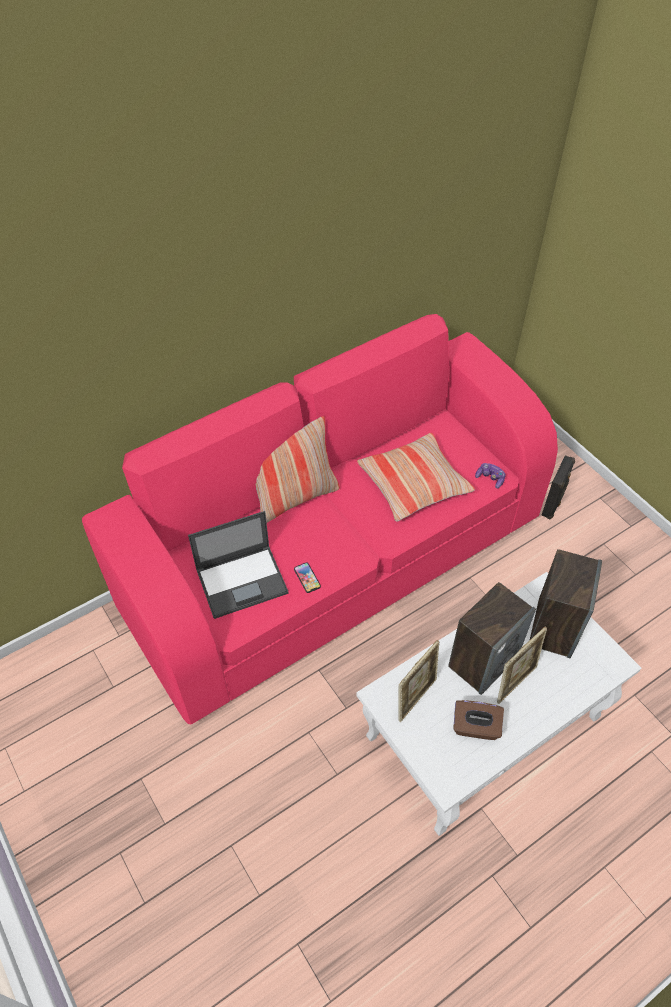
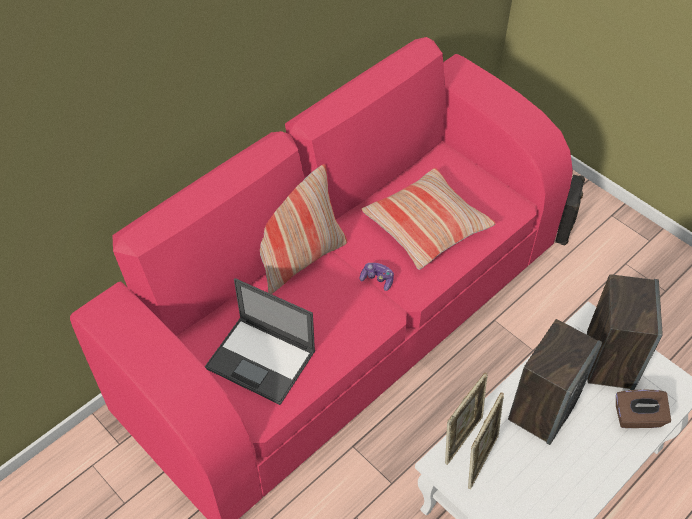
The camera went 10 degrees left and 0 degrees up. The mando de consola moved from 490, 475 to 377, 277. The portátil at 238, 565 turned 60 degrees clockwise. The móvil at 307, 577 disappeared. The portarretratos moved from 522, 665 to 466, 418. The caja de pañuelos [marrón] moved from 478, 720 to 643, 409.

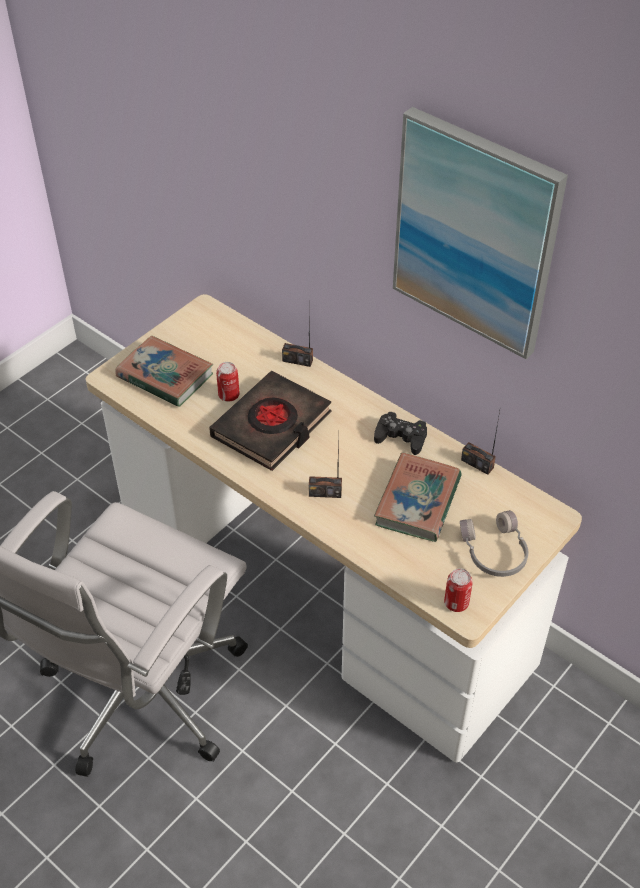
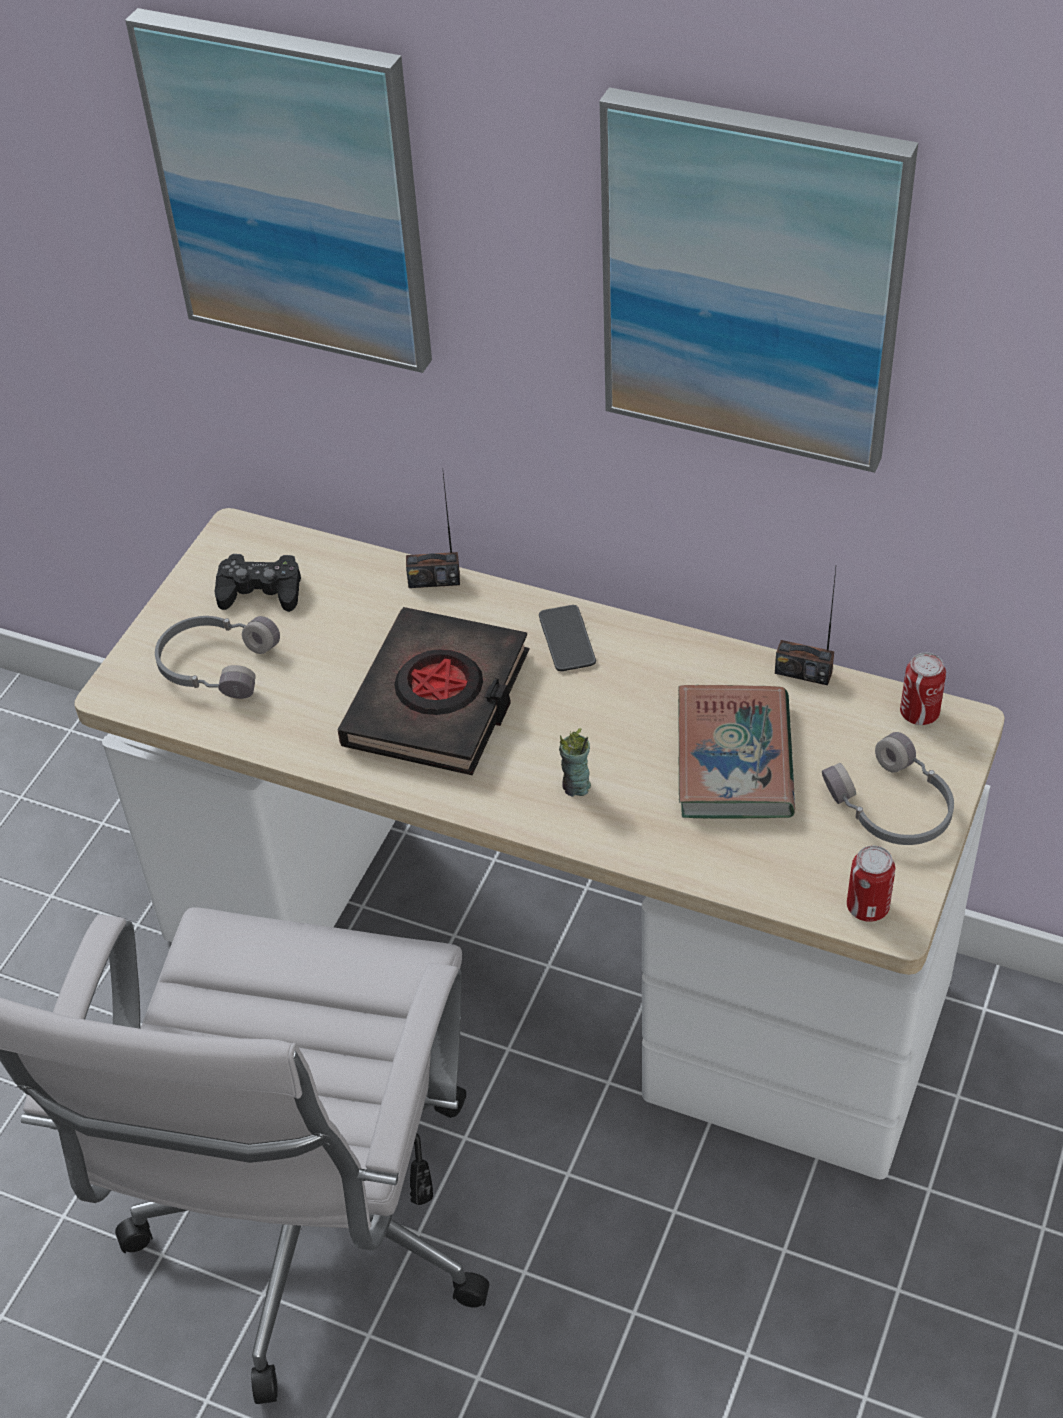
The camera went 15 degrees left and 0 degrees up. The libro at 164, 371 was replaced by the auriculares [gris] at 217, 657. The lata moved from 228, 382 to 923, 688. The mando de consola [negro] moved from 400, 433 to 257, 583. The radio at 325, 466 was replaced by the taza at 575, 762. The cuadro at 278, 190 appeared. The móvil at 567, 638 appeared.

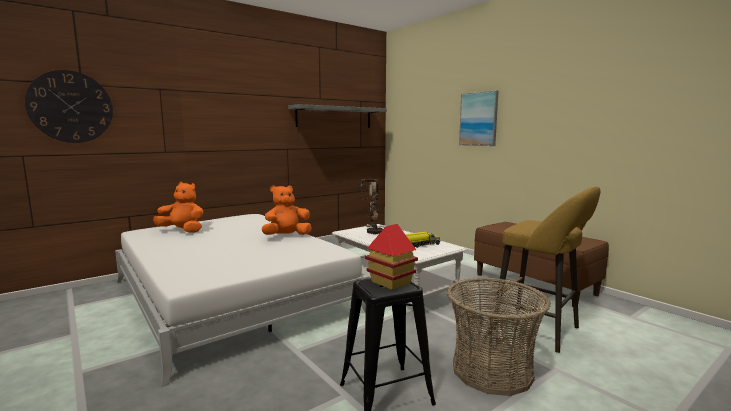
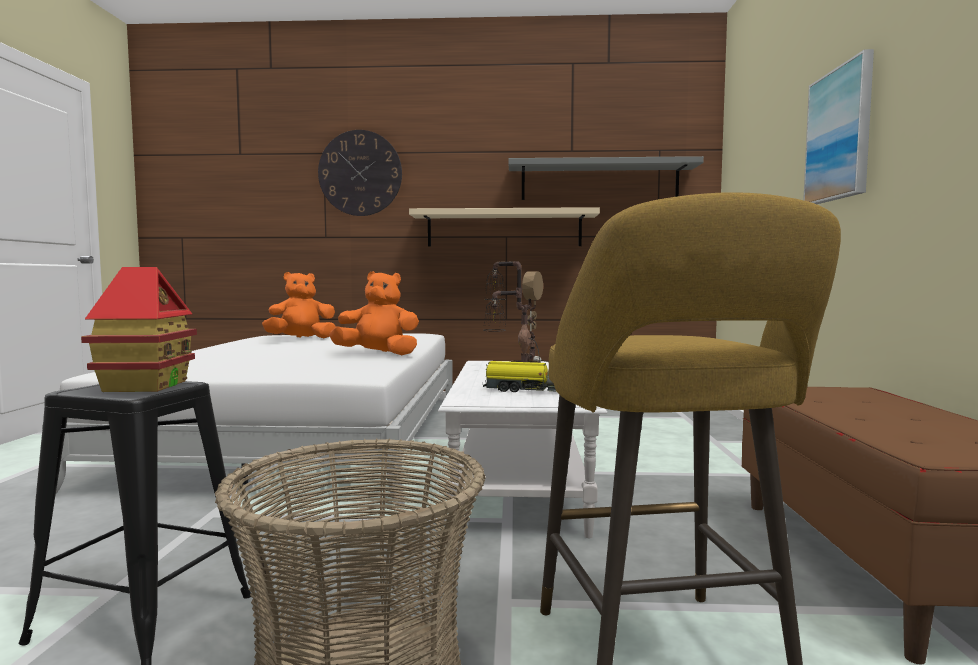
The camera went 40 degrees right and 5 degrees down. The reloj de pared moved from 69, 106 to 360, 173. The peluche [naranja] at 178, 207 turned 75 degrees counterclockwise. The estante [beis] at 504, 227 appeared.

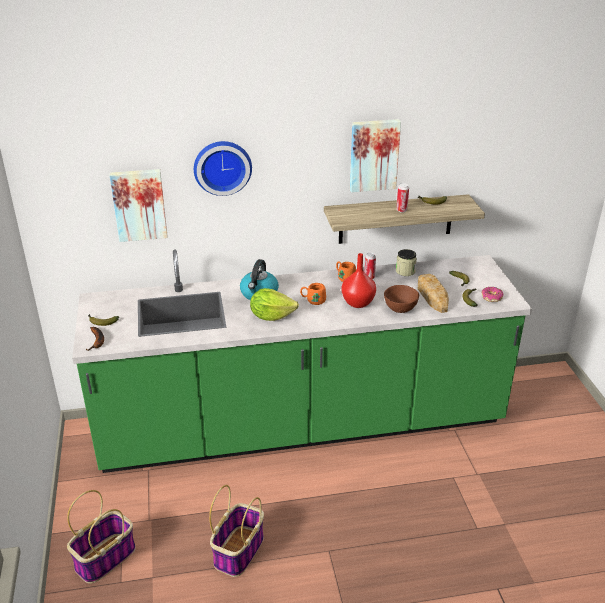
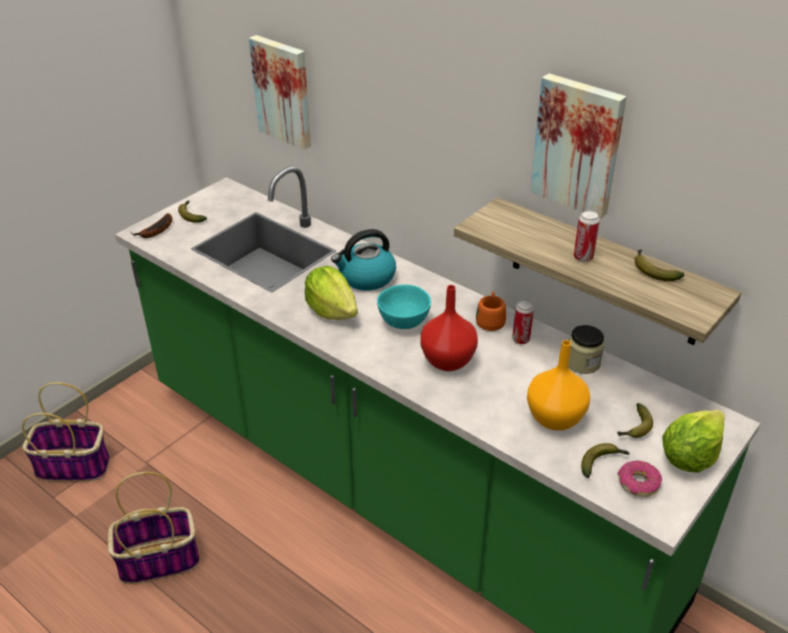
The camera went 50 degrees right and 5 degrees up. The reloj de pared at 223, 168 disappeared. The pan at 433, 293 was replaced by the florero [naranja] at 558, 385. The taza grande [naranja] at 313, 294 was replaced by the cuenco [turquesa] at 404, 306. The cuenco [marrón] at 401, 299 disappeared. The lechuga at 693, 441 appeared.

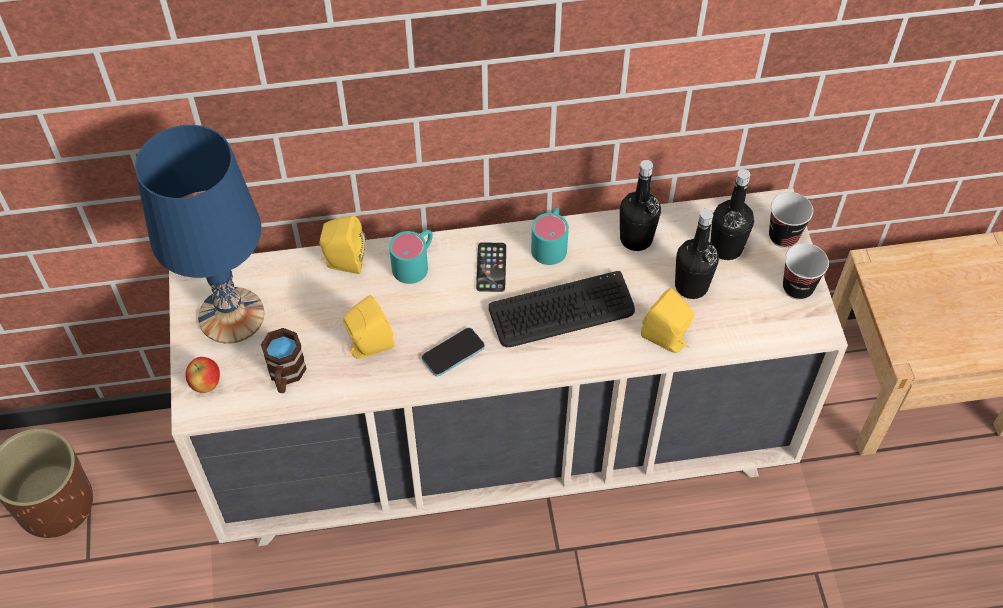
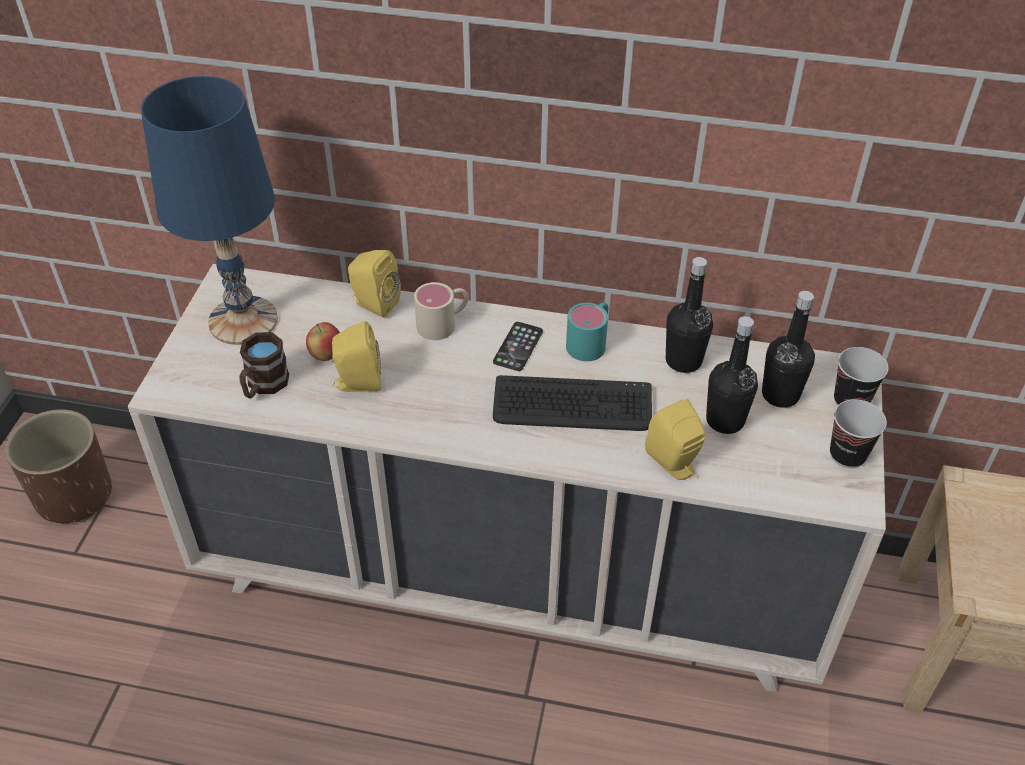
The camera went 20 degrees right and 10 degrees down. The taza grande [turquesa] at 411, 257 became the taza grande [beis] at 441, 311. The móvil at 453, 352 disappeared. The manzana moved from 202, 375 to 323, 341.

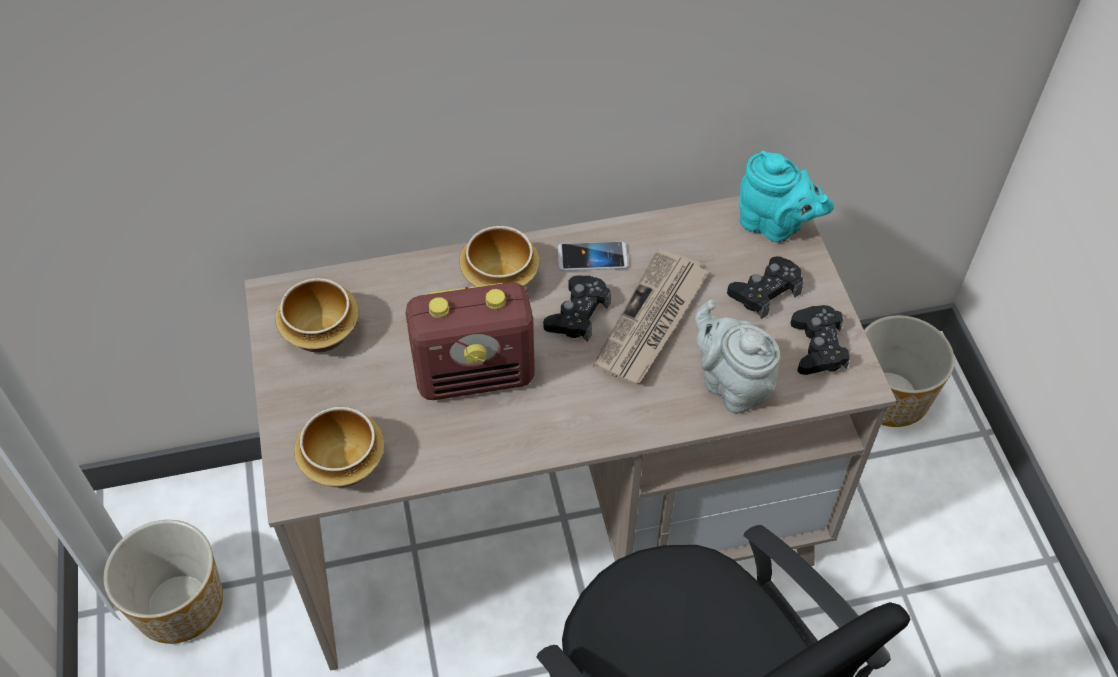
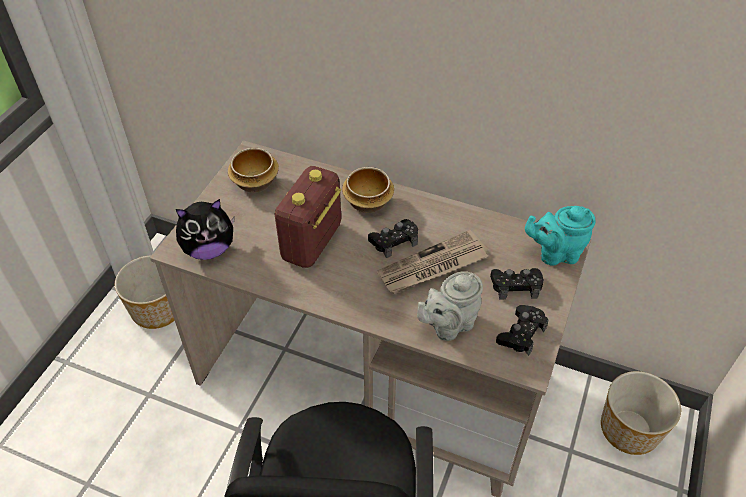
The camera went 35 degrees right and 5 degrees down. The tetera [turquesa] at 786, 197 turned 105 degrees clockwise. The móvil at 593, 256 disappeared. The radio at 470, 341 turned 90 degrees clockwise. The tetera [gris] at 738, 357 turned 120 degrees counterclockwise. The cuenco at 339, 447 was replaced by the peluche at 205, 229.

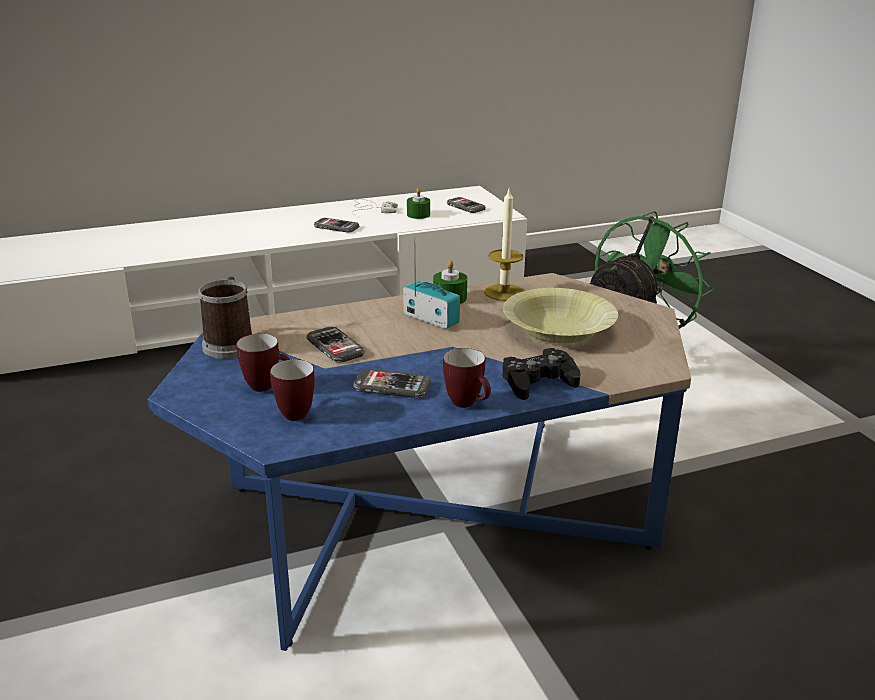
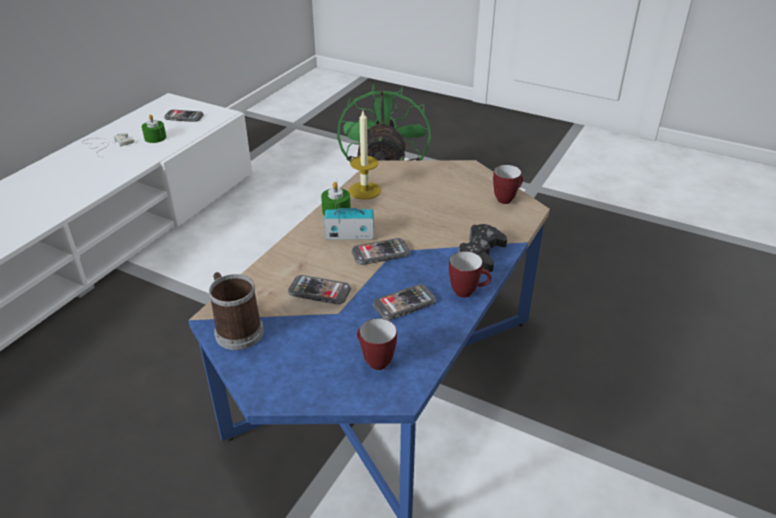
The camera went 40 degrees left and 10 degrees up. The móvil moved from 336, 225 to 381, 251. The cuenco [amarillo] at 560, 315 disappeared. The taza grande moved from 263, 363 to 508, 184.

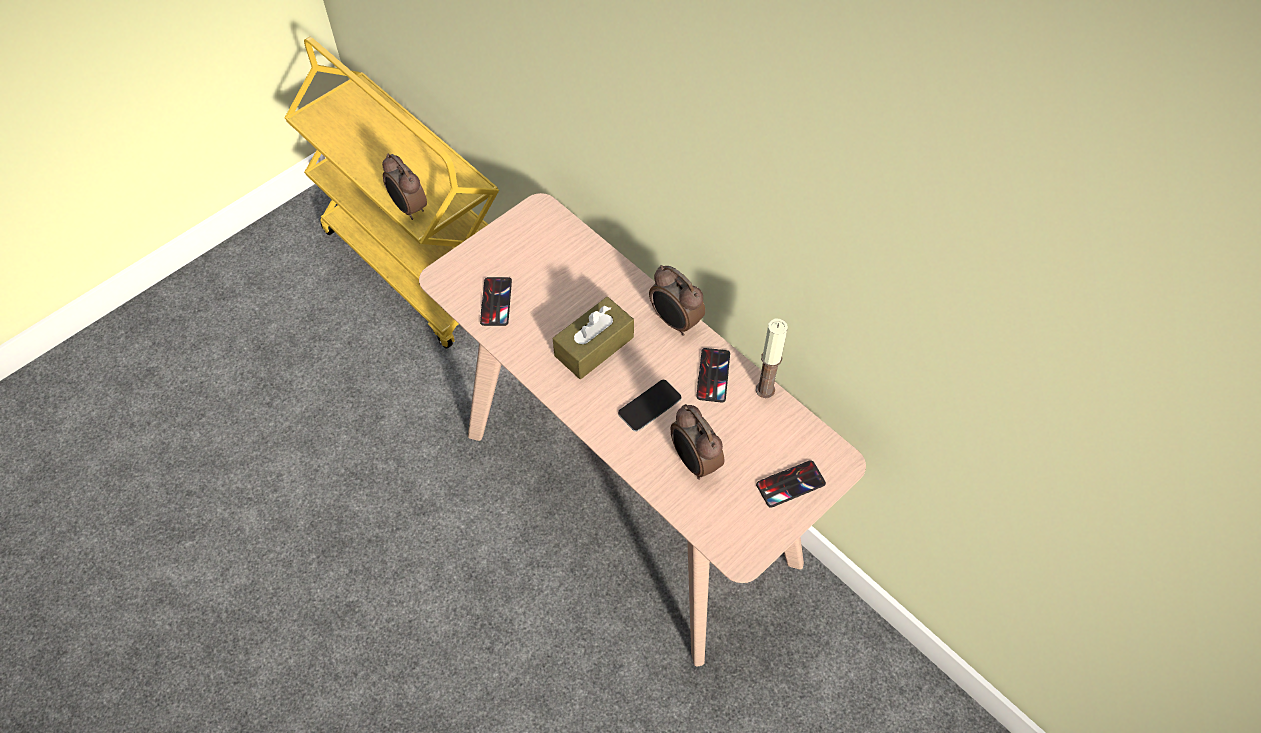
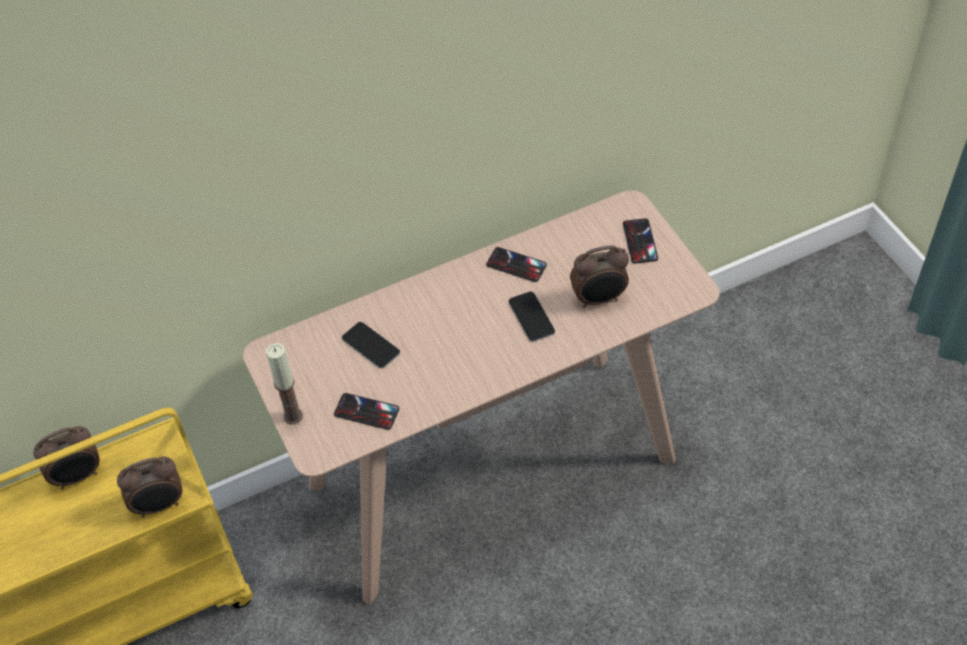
The camera went 70 degrees left and 5 degrees down. The despertador moved from 677, 300 to 66, 458. The caja de pañuelos [marrón] at 593, 338 disappeared. The vela moved from 772, 358 to 284, 383. The móvil at 371, 345 appeared.

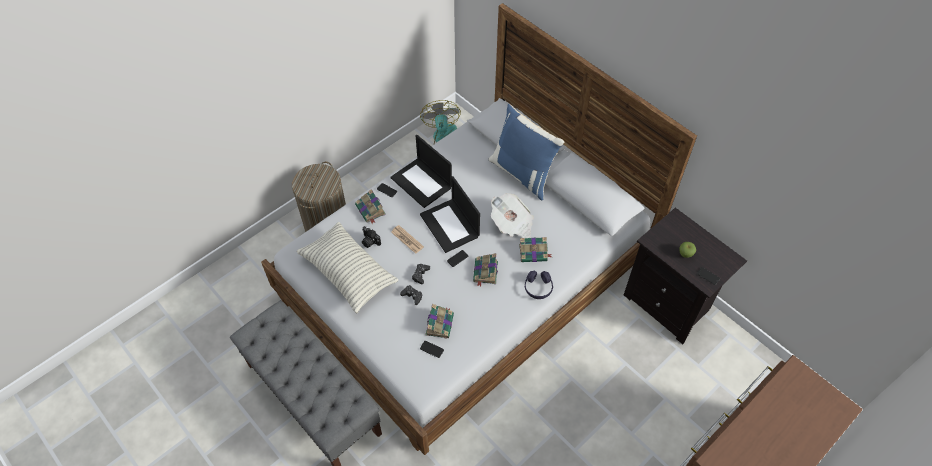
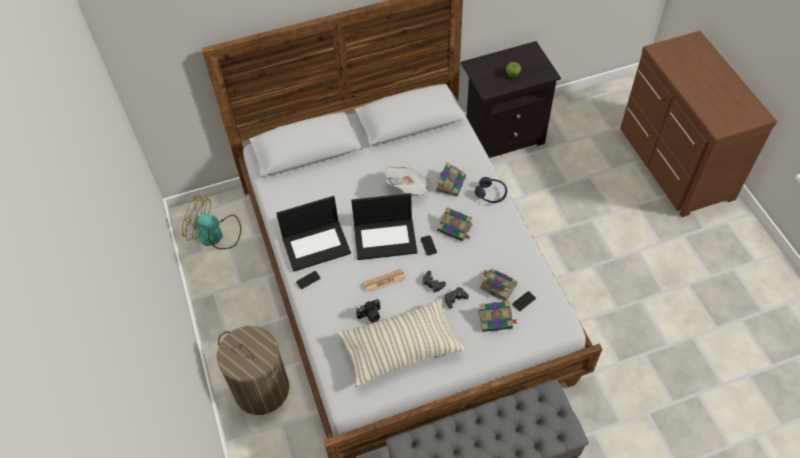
The camera went 65 degrees left and 0 degrees up. The cojín [azul] at 526, 152 disappeared. The libro moved from 370, 206 to 497, 316.

